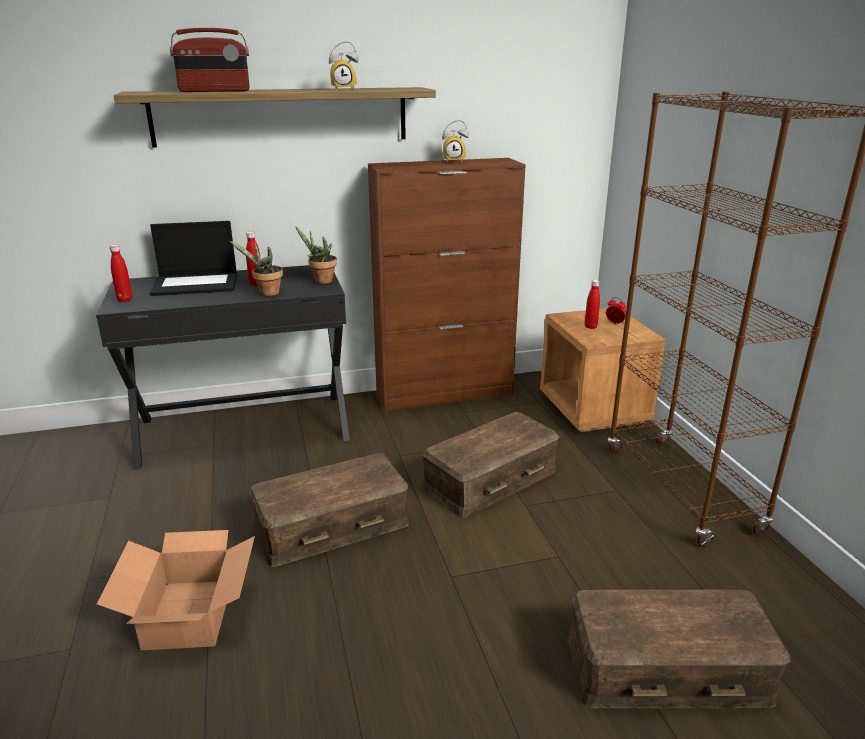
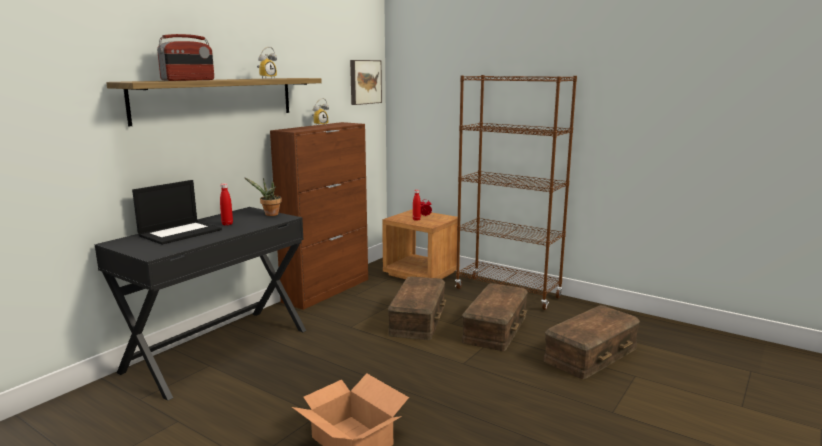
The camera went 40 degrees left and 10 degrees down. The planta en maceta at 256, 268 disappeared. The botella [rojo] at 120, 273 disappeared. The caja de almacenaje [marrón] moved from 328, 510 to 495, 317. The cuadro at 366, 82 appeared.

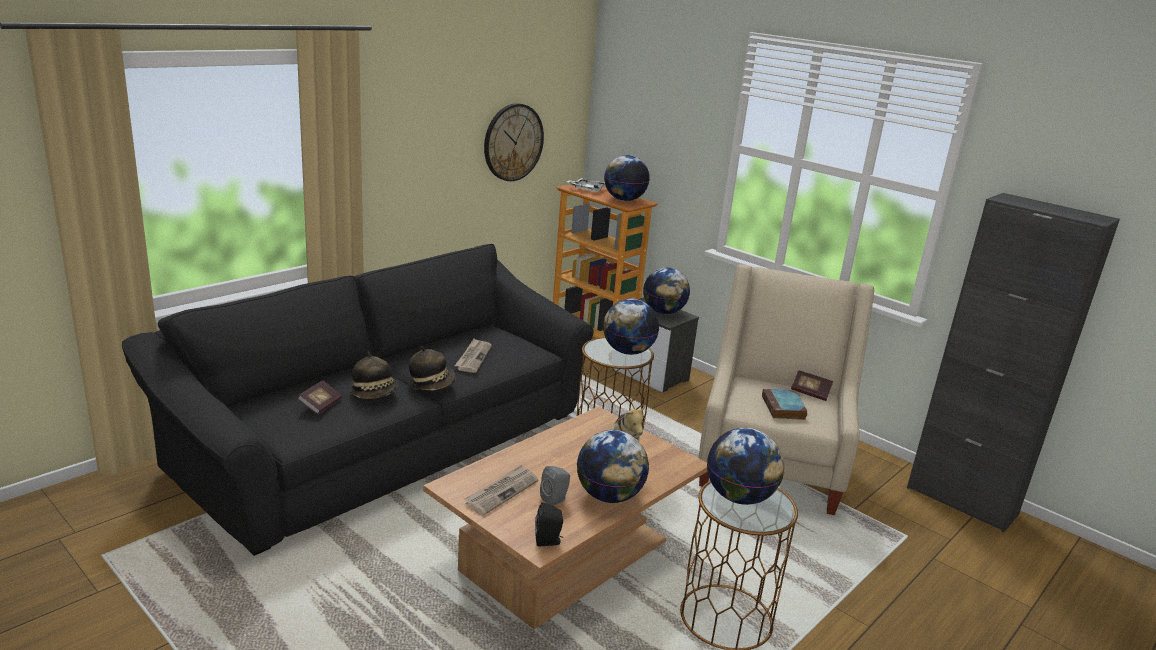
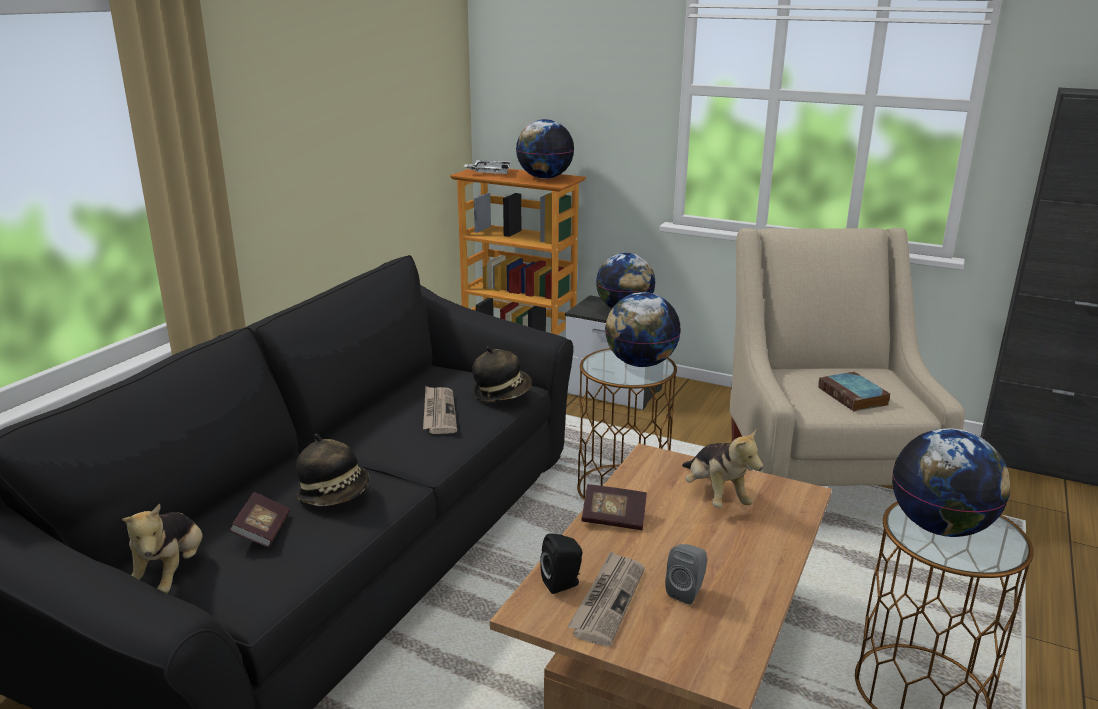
The camera went 15 degrees left and 0 degrees up. The reloj de pared at 514, 142 disappeared. The sombrero moved from 432, 368 to 502, 374. The libro moved from 812, 385 to 614, 507. The globo terráqueo at 613, 466 disappeared. The altavoz [negro] moved from 549, 524 to 561, 563. The peluche at 162, 548 appeared.

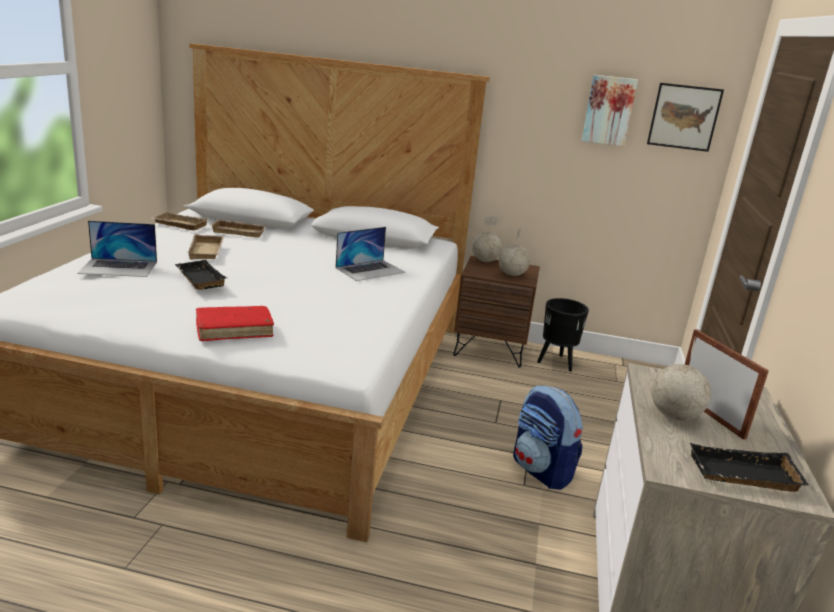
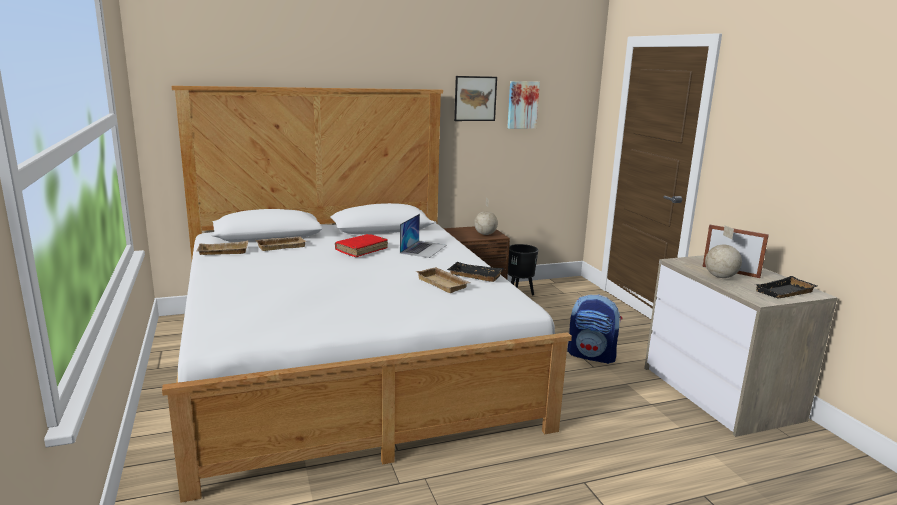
The camera went 30 degrees left and 5 degrees down. The cuadro moved from 685, 117 to 475, 98. The globo terráqueo at 487, 239 disappeared. The portátil at 117, 249 disappeared. The bandeja [beis] moved from 205, 246 to 443, 280. The bandeja [negro] moved from 201, 275 to 475, 272. The libro [rojo] moved from 235, 323 to 361, 245.

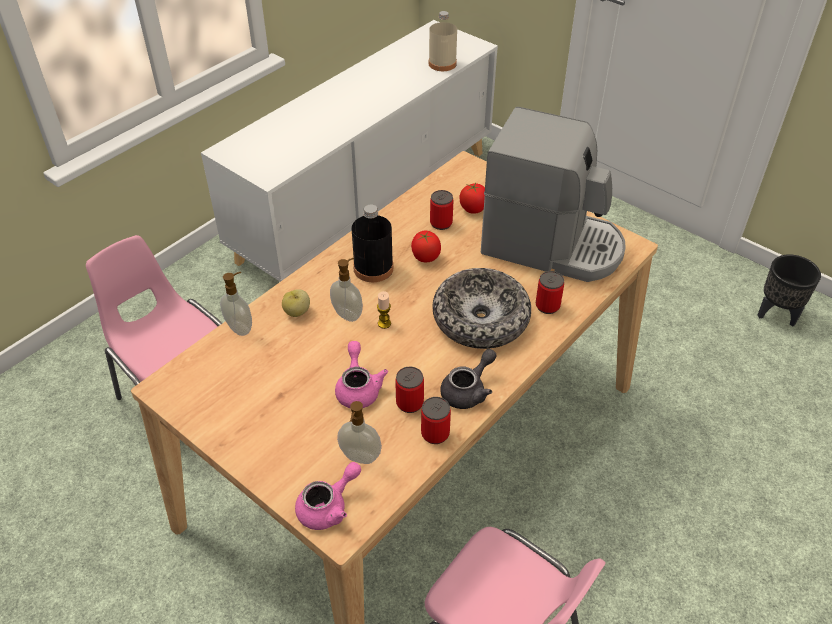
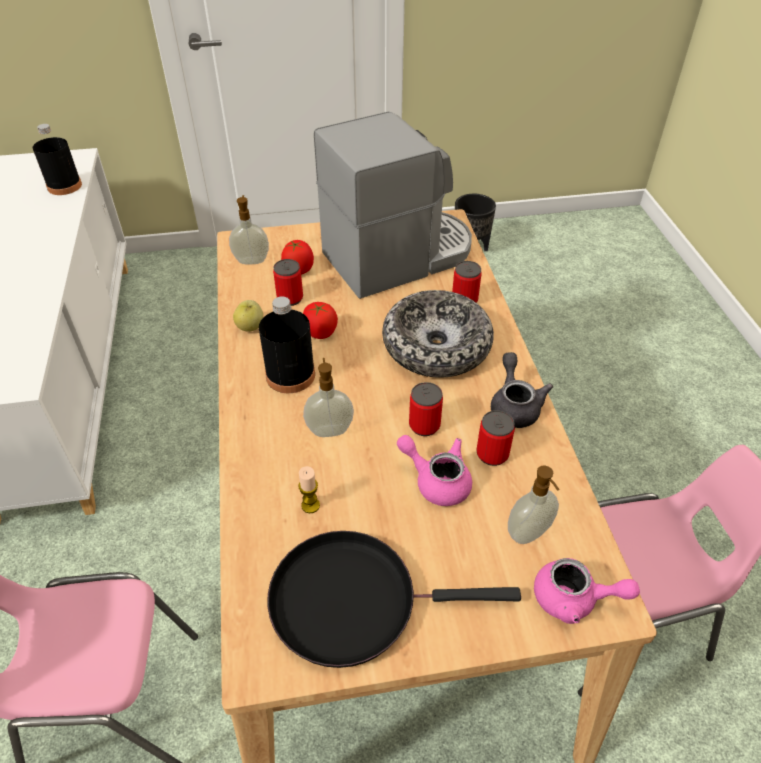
The camera went 50 degrees left and 0 degrees up. The botella [beis] at 443, 41 became the botella [negro] at 57, 159. The dispensador de jabón moved from 236, 304 to 249, 229. The manzana moved from 296, 303 to 248, 316. The vela moved from 384, 310 to 309, 489. The lata moved from 436, 420 to 426, 409. The tetera [rosa] at 328, 496 turned 105 degrees clockwise. The sartén [negro] at 394, 599 appeared.

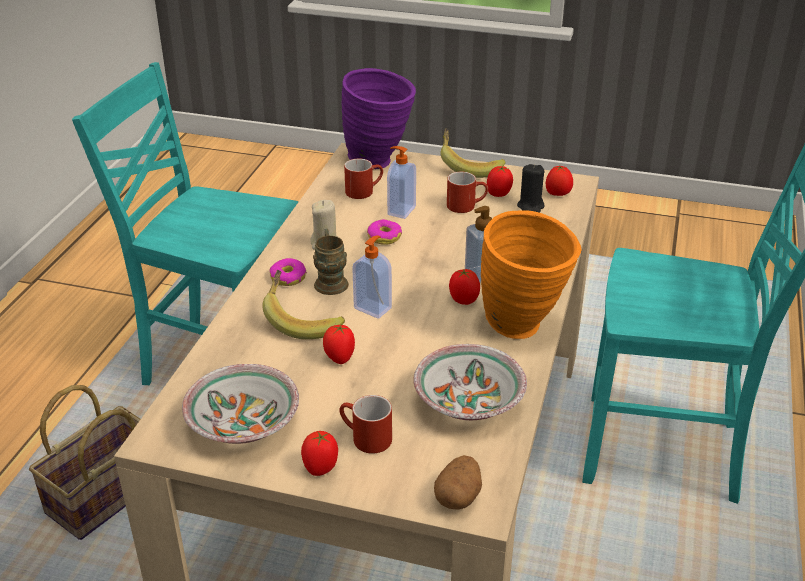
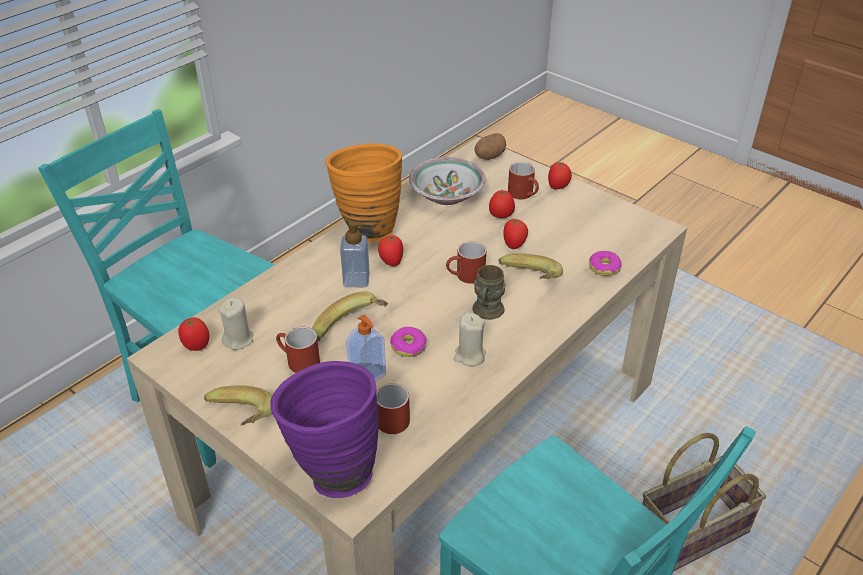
The camera went 155 degrees left and 5 degrees up. The vela [negro] at 531, 188 became the vela [beis] at 236, 323. The tomate moved from 500, 181 to 502, 204. The dispensador de jabón at 372, 277 was replaced by the taza grande [rojo] at 466, 262. The rosquilla moved from 288, 272 to 605, 263. The cuenco at 240, 404 disappeared. The plátano at 350, 316 appeared.

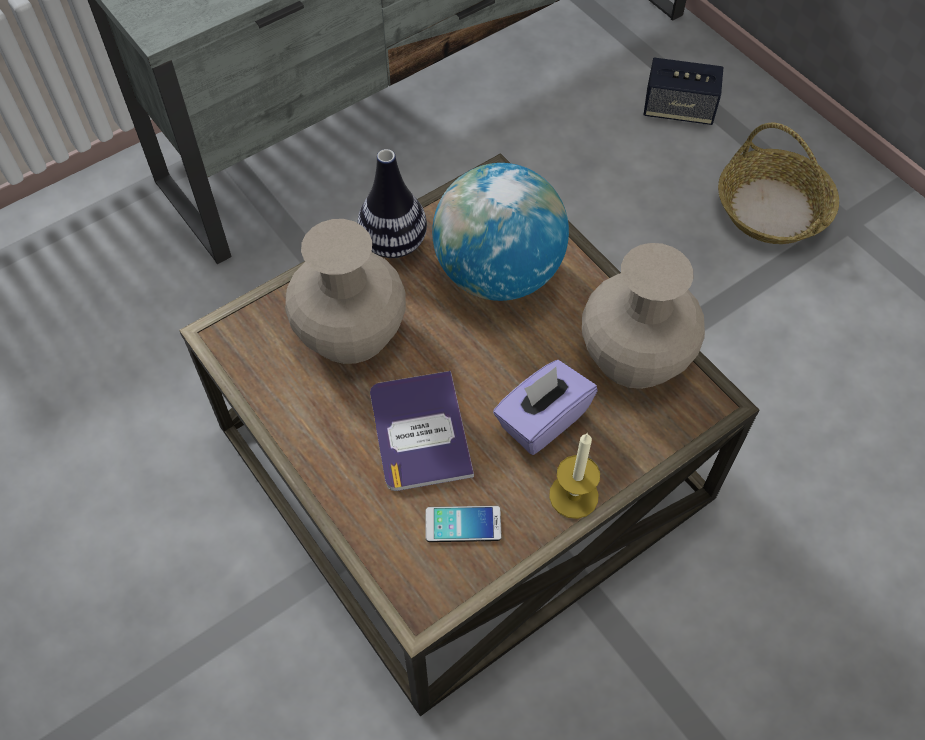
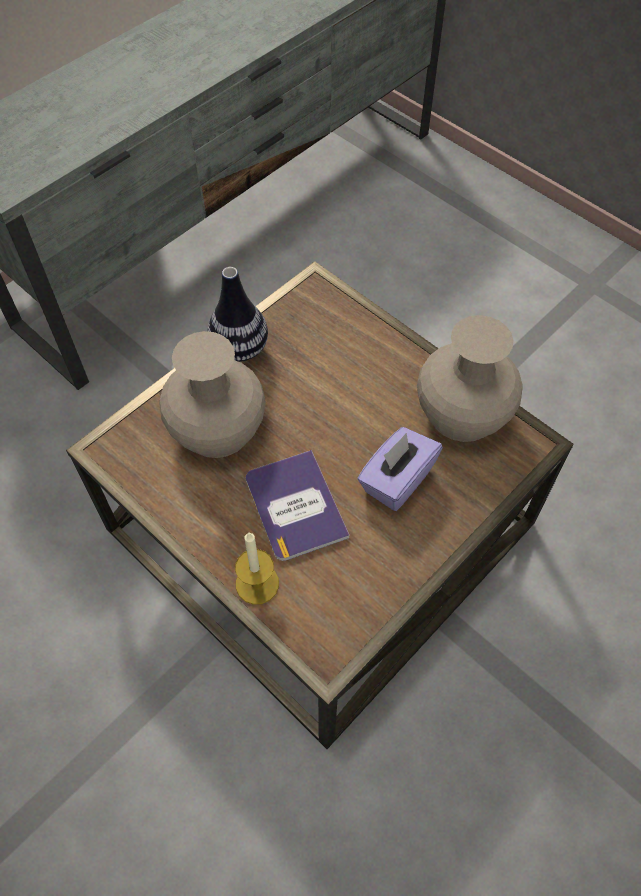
The camera went 10 degrees left and 0 degrees up. The altavoz at 683, 91 disappeared. The cesta at 778, 183 disappeared. The globo terráqueo at 500, 232 disappeared. The vela moved from 574, 476 to 257, 568. The móvil at 463, 524 disappeared.

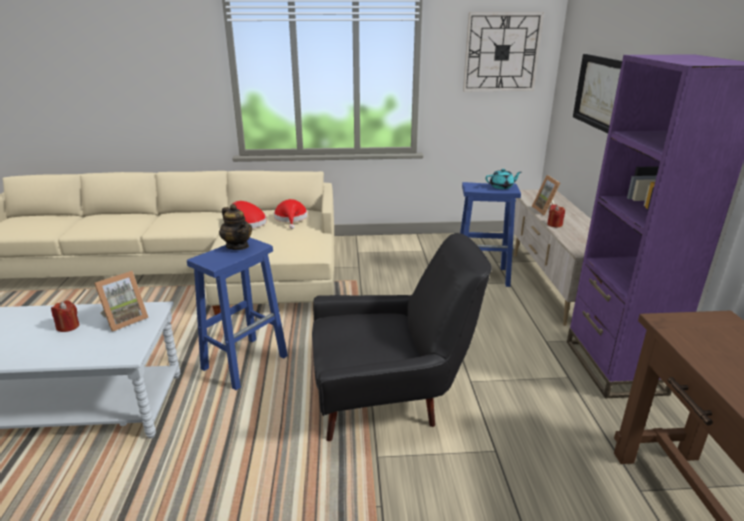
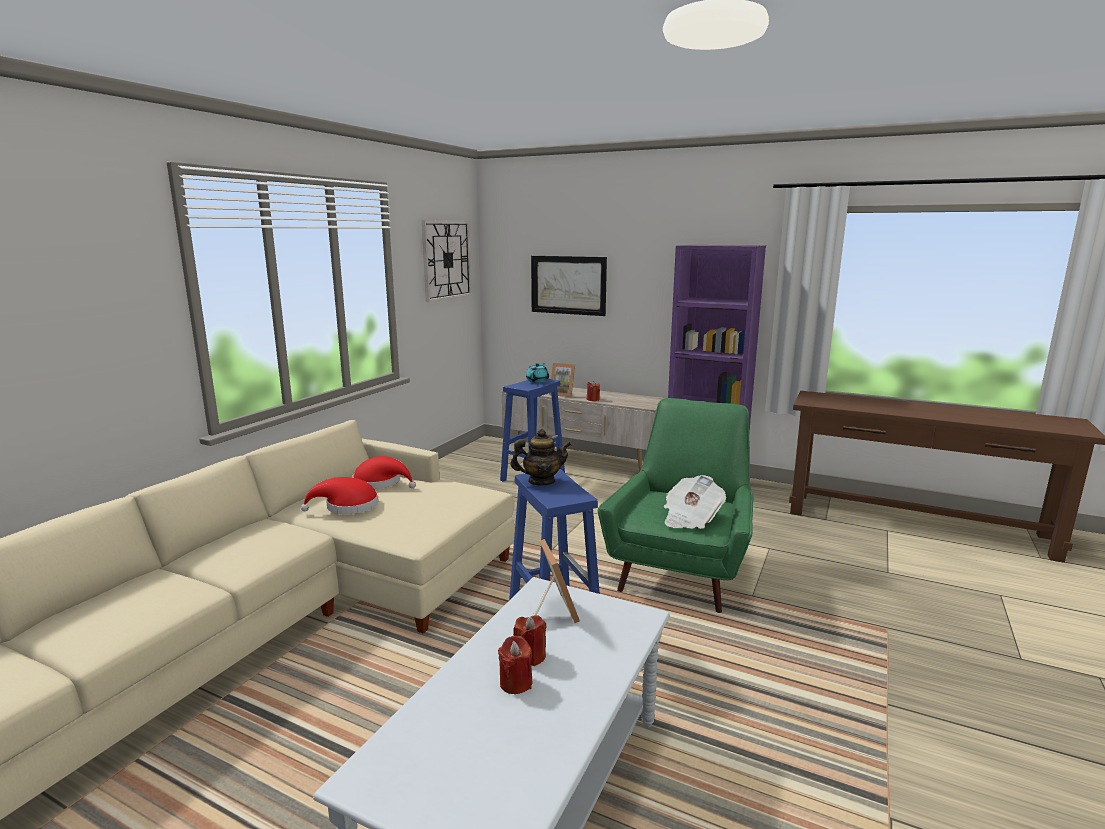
The camera went 60 degrees left and 10 degrees down. The sillón [negro] at 402, 337 became the sillón [verde] at 675, 505. The periódico at 695, 502 appeared. The vela [rojo] at 515, 665 appeared.

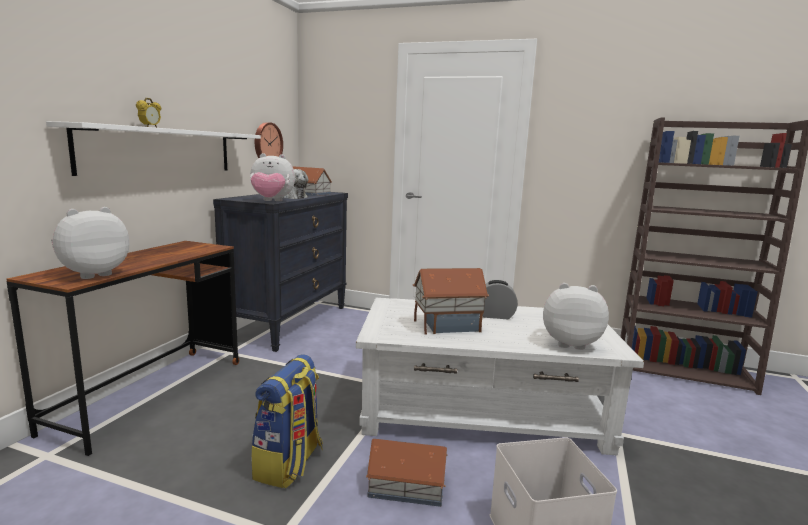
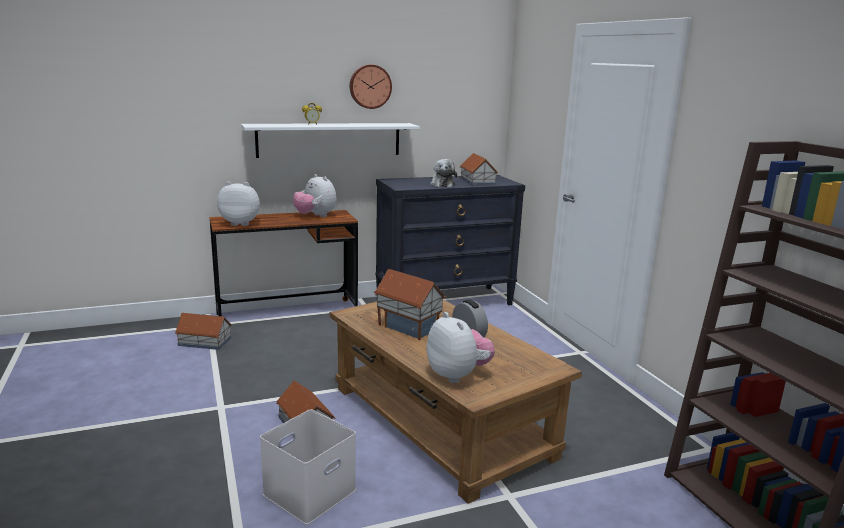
The camera went 50 degrees right and 5 degrees up. The reloj de pared moved from 269, 140 to 371, 86. The peluche moved from 272, 177 to 315, 195. The mesa de centro [blanco] at 500, 377 became the mesa de centro [marrón] at 456, 402. The mochila at 287, 421 disappeared. The casita at 203, 331 appeared.

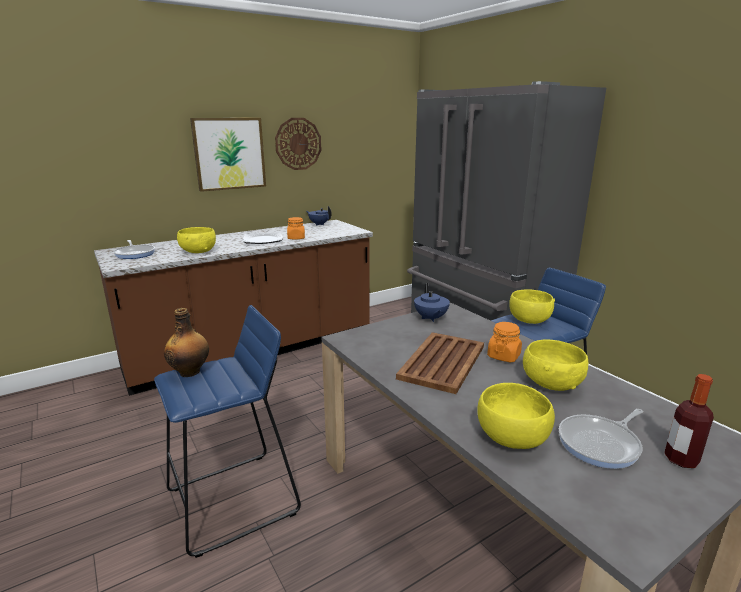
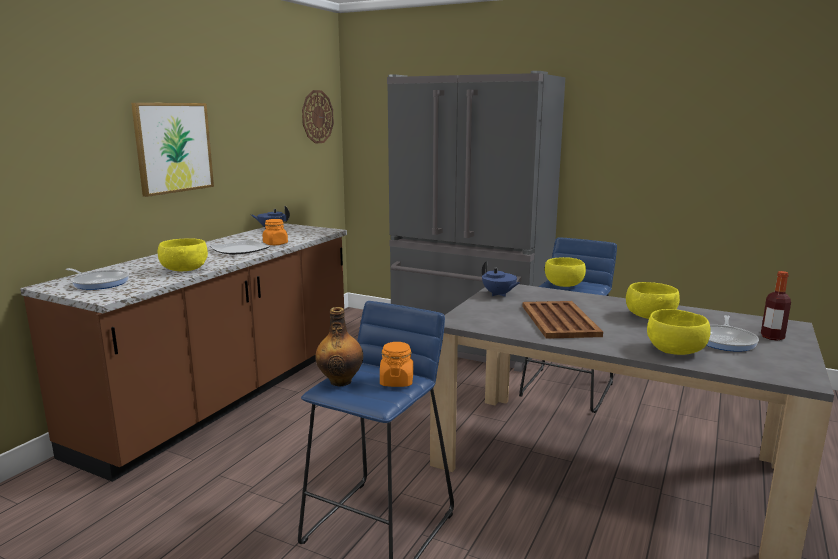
The camera went 30 degrees left and 5 degrees down. The reloj de pared moved from 298, 144 to 318, 117. The tarro [naranja] moved from 504, 342 to 396, 364.

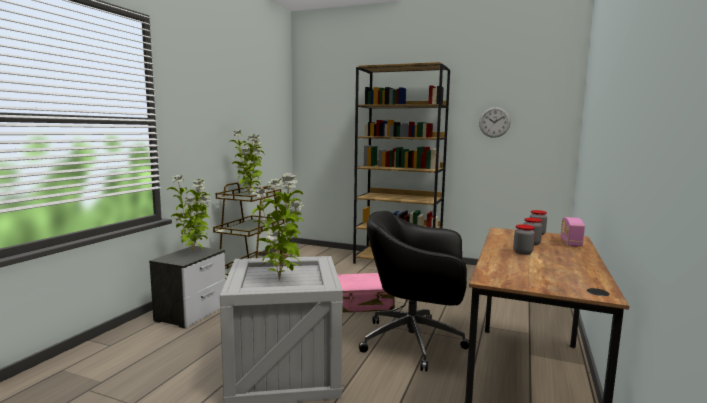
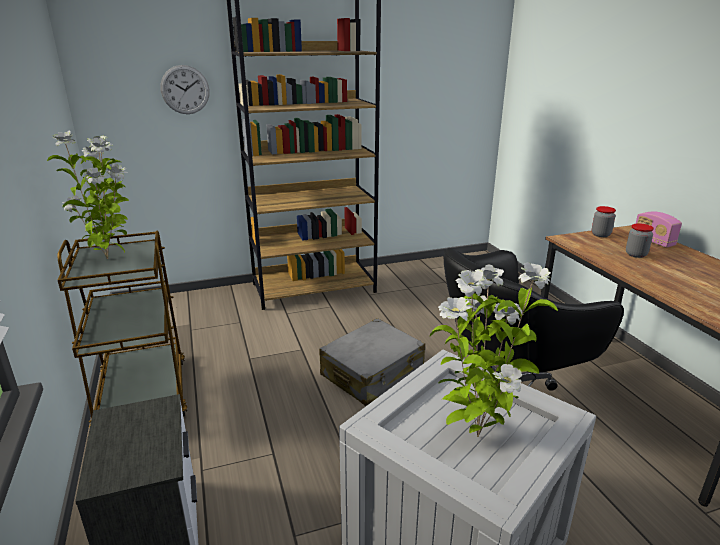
The camera went 40 degrees left and 15 degrees up. The reloj de pared moved from 495, 122 to 184, 89. The planta en maceta at 188, 214 disappeared. The tarro at 524, 239 disappeared. The maleta [rosa] at 366, 292 became the maleta [gris] at 372, 362.

